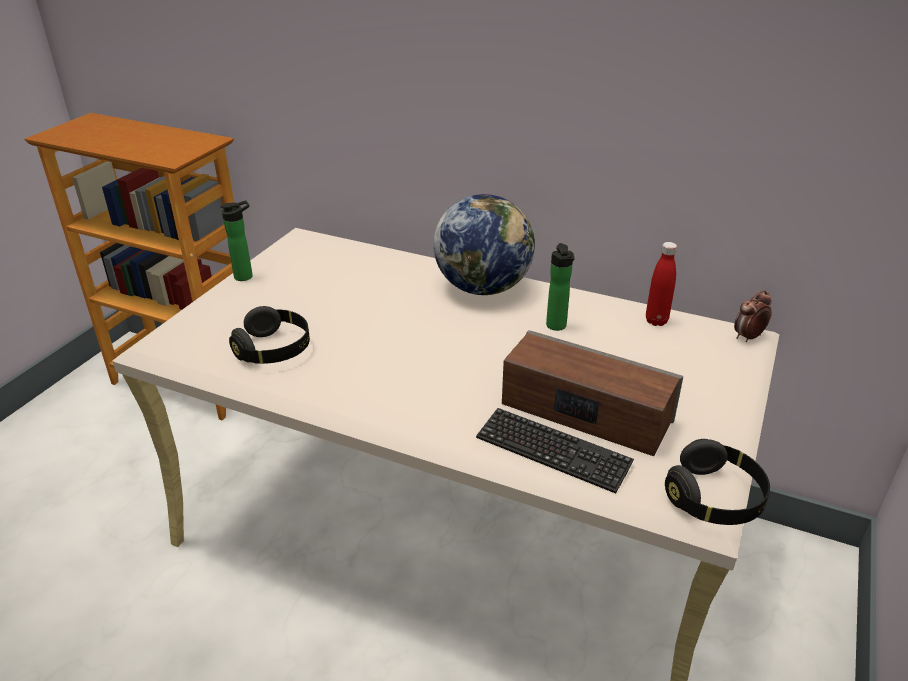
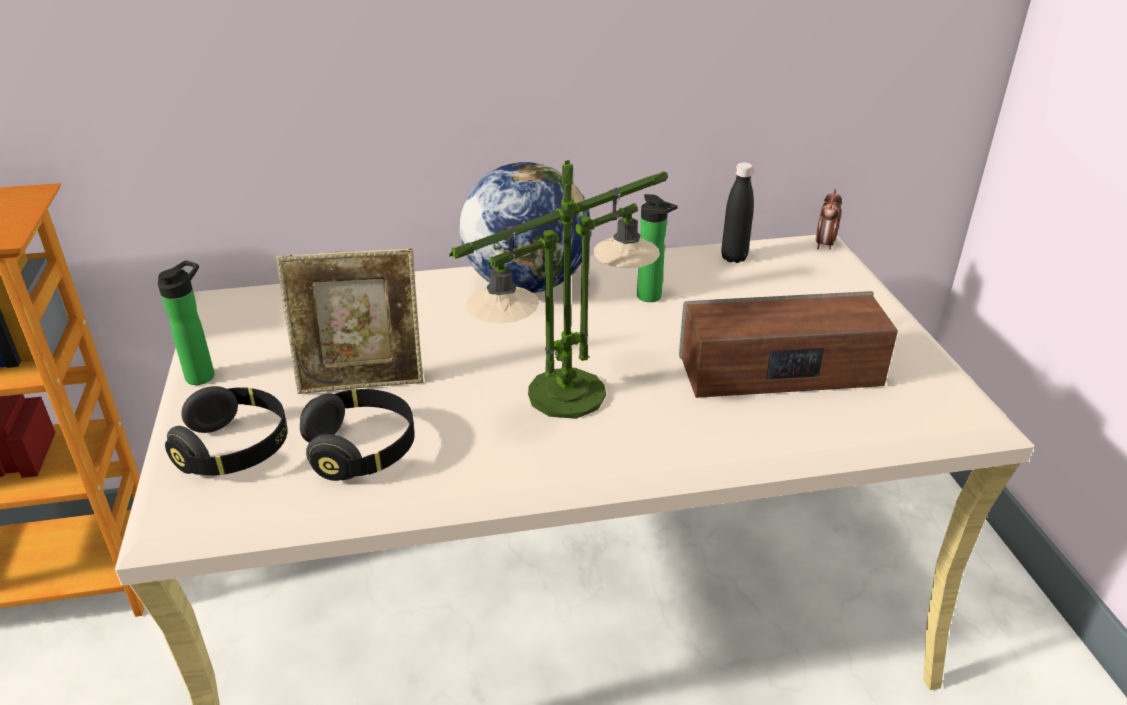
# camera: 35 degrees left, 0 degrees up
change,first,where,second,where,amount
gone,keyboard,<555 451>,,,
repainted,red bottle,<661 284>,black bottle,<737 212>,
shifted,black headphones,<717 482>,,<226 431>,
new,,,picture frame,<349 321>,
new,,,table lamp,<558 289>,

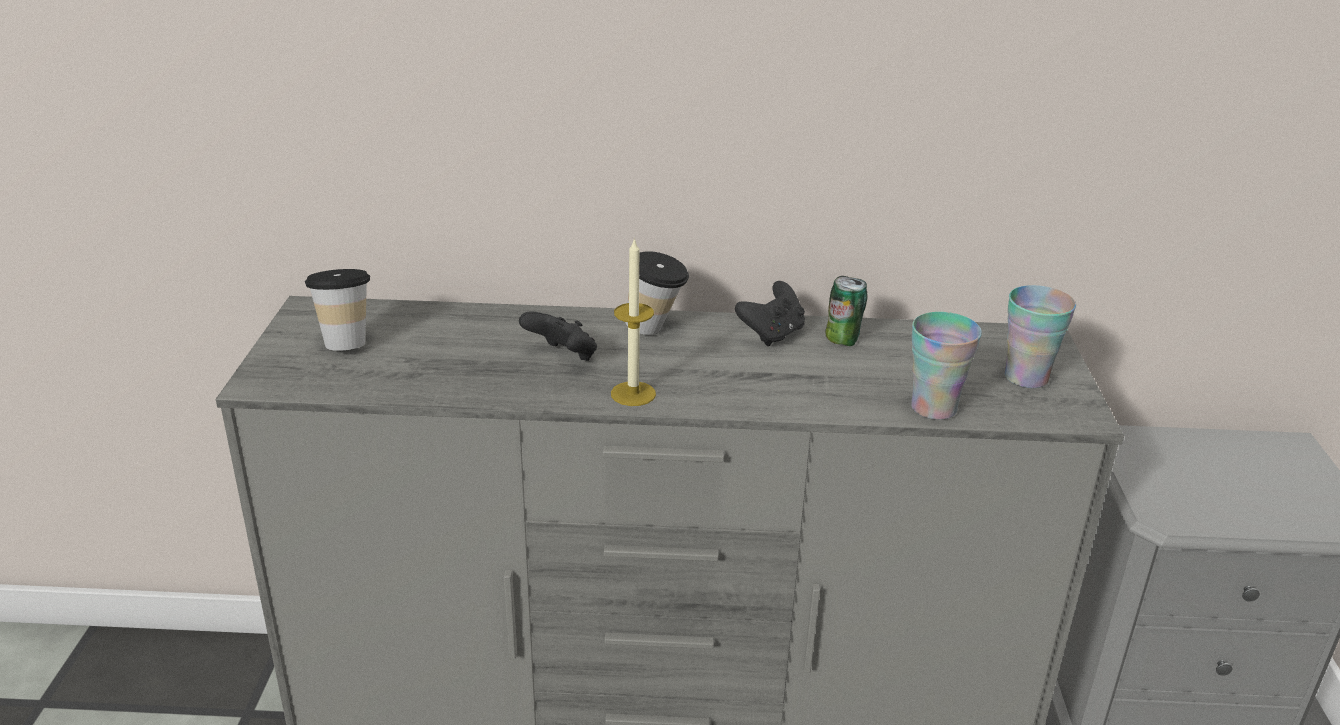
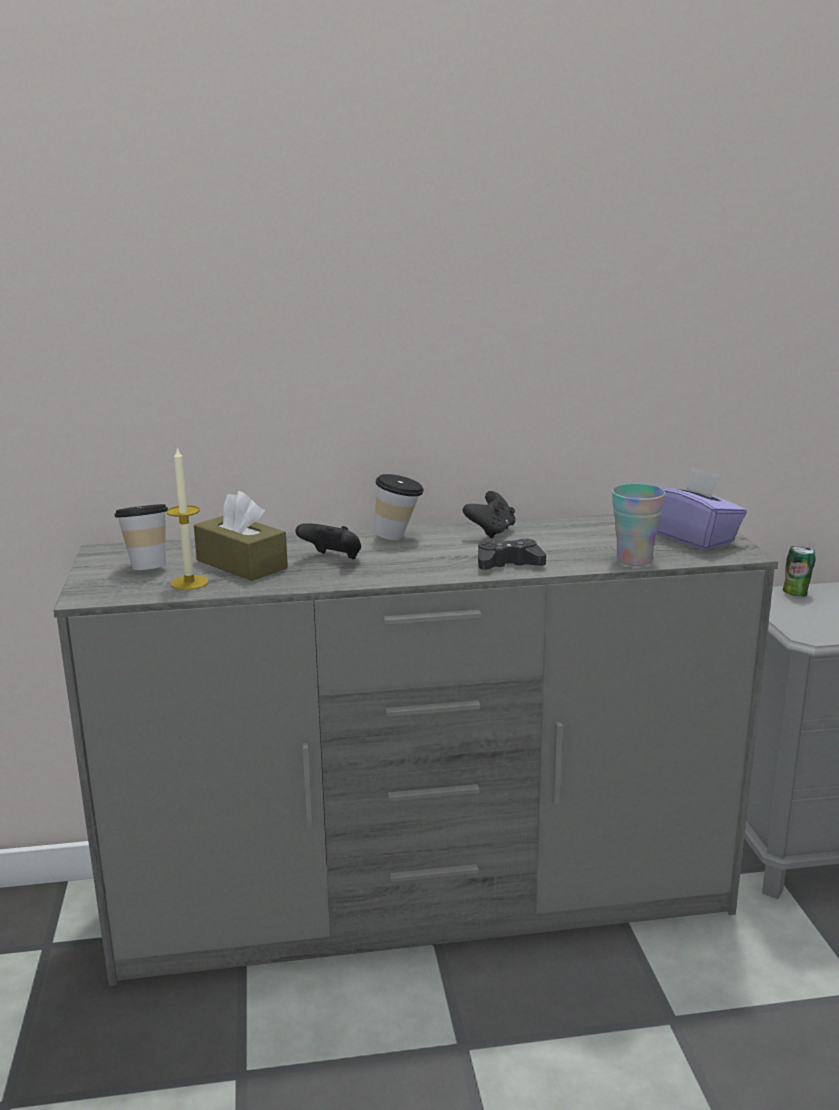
# camera: 10 degrees left, 10 degrees down
change,first,where,second,where,amount
shifted,candle,<633 321>,,<188 518>,
shifted,can,<846 311>,,<799 571>,
swapped,cup,<1040 336>,purple tissue box,<702 508>,
new,,,brown tissue box,<241 536>,
new,,,black game controller,<512 554>,

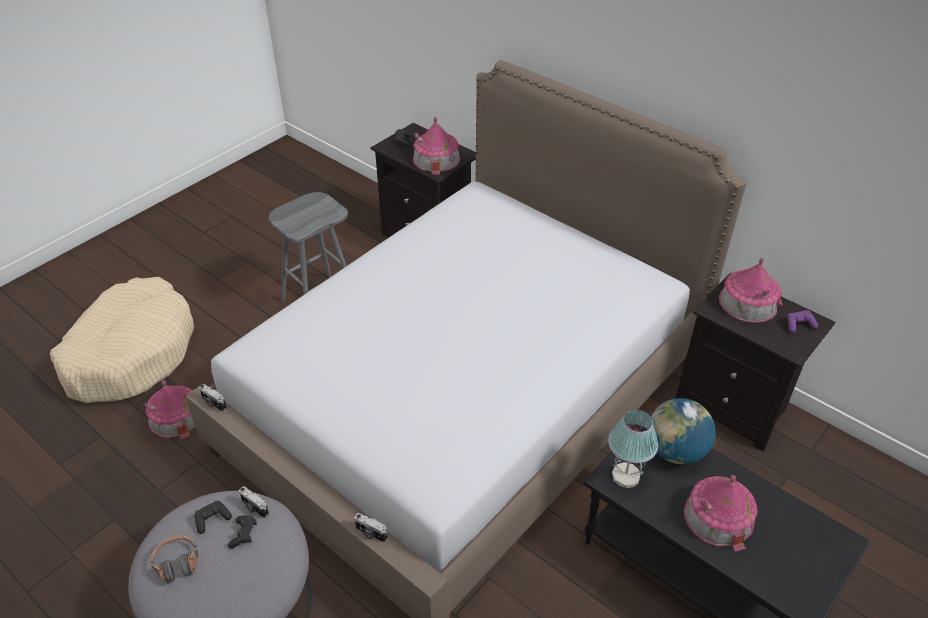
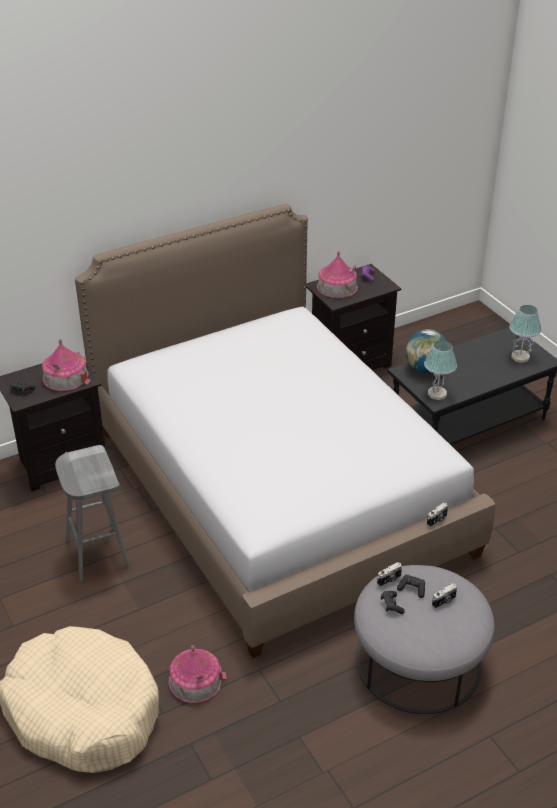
# camera: 70 degrees left, 5 degrees down
change,first,where,second,where,amount
gone,headphones,<174 560>,,,
shifted,photo camera,<213 398>,,<444 596>,
gone,toy house,<721 513>,,,
new,,,table lamp,<525 334>,

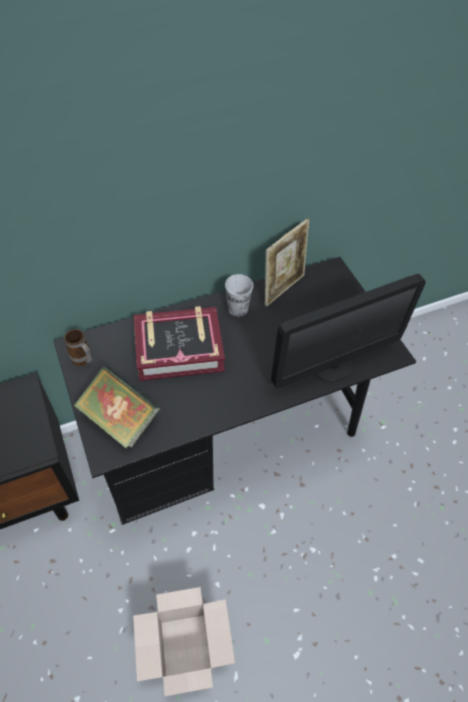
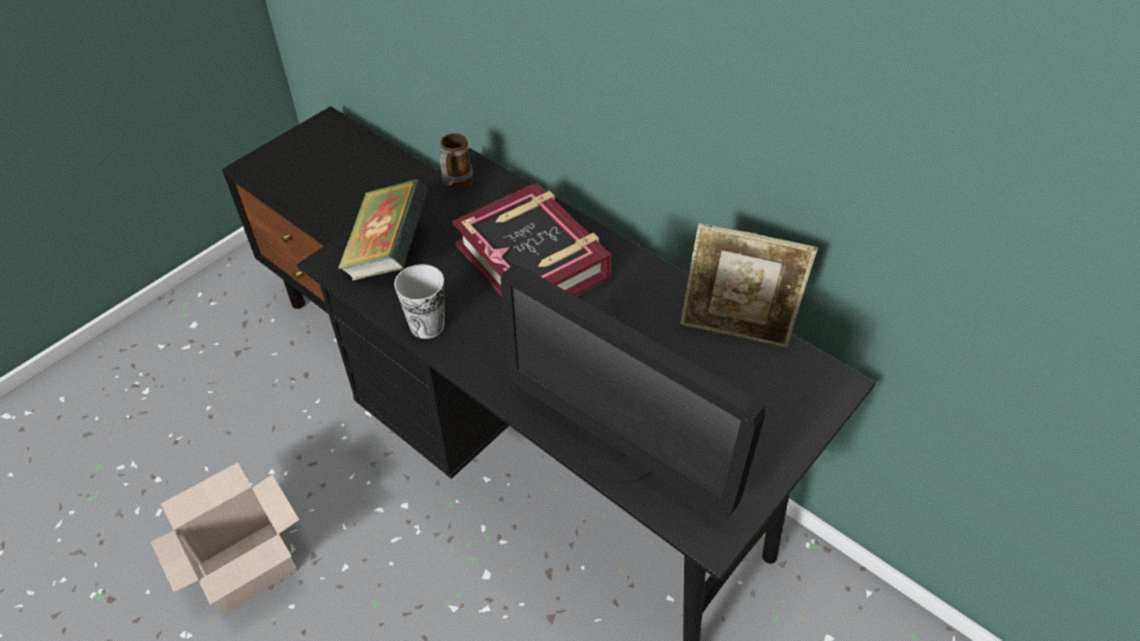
# camera: 65 degrees right, 5 degrees down
change,first,where,second,where,amount
shifted,cup,<239 295>,,<419 301>,

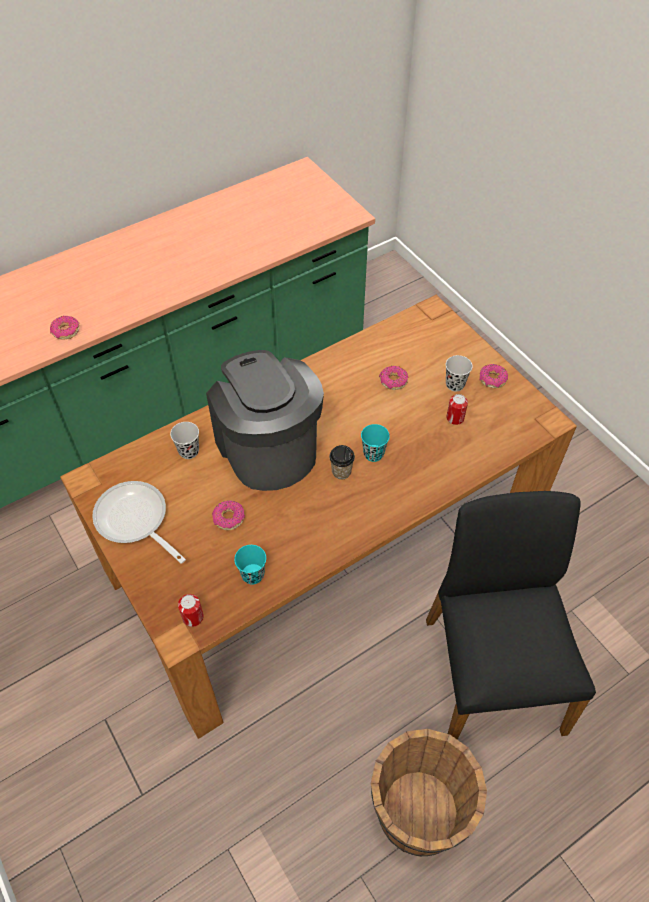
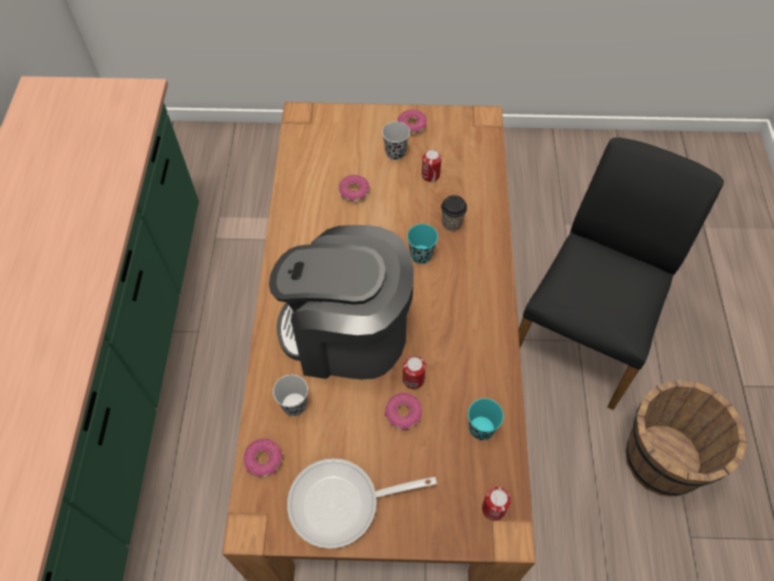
# camera: 55 degrees left, 5 degrees up
change,first,where,second,where,amount
shifted,donut,<65 328>,,<263 458>,
shifted,cup,<342 462>,,<454 213>,
rotated,black chair,<511 615>,,<621 273>,90 degrees clockwise
new,,,can,<414 372>,

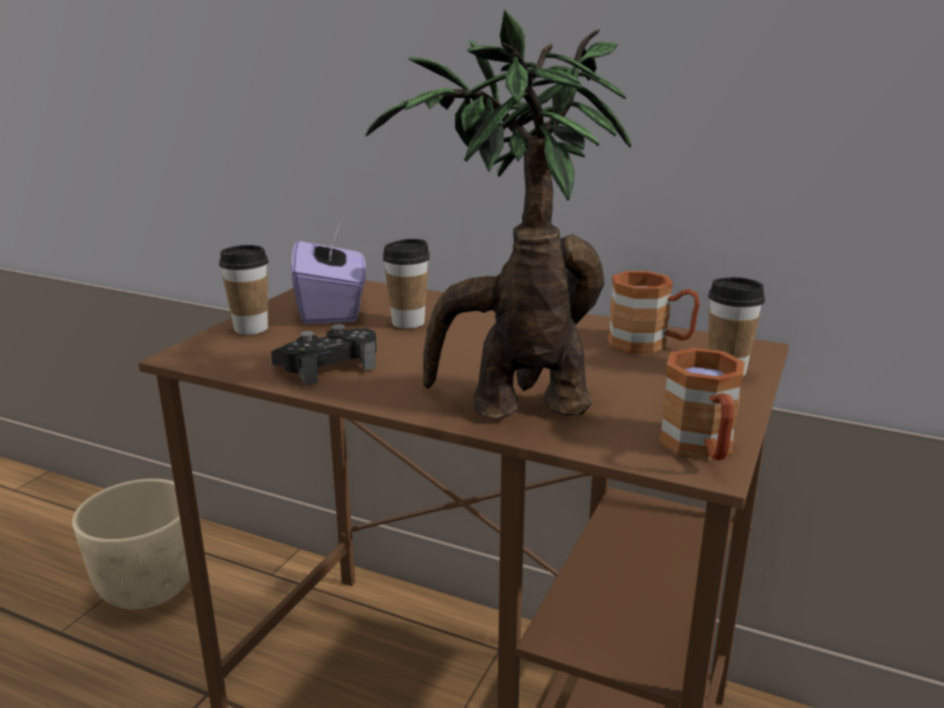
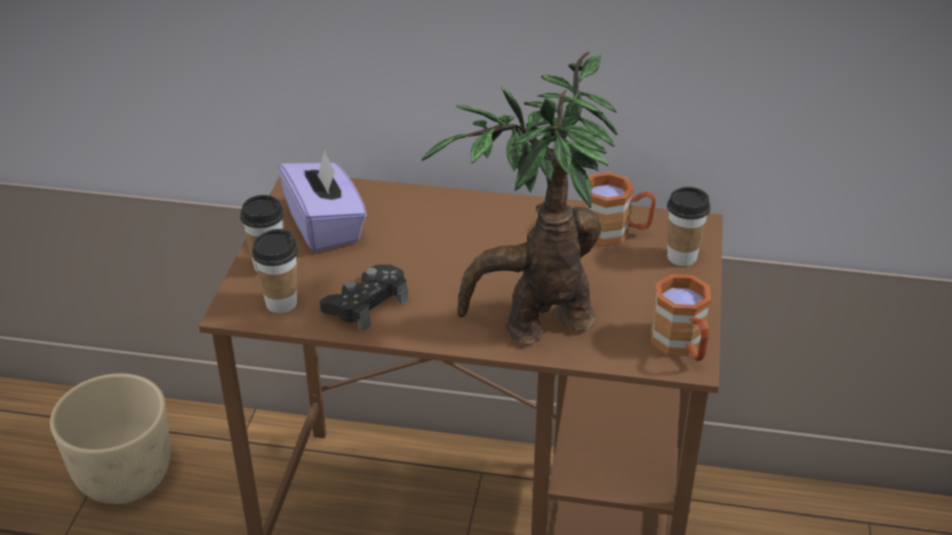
# camera: 15 degrees left, 15 degrees up
change,first,where,second,where,amount
shifted,cup,<406 284>,,<275 271>,

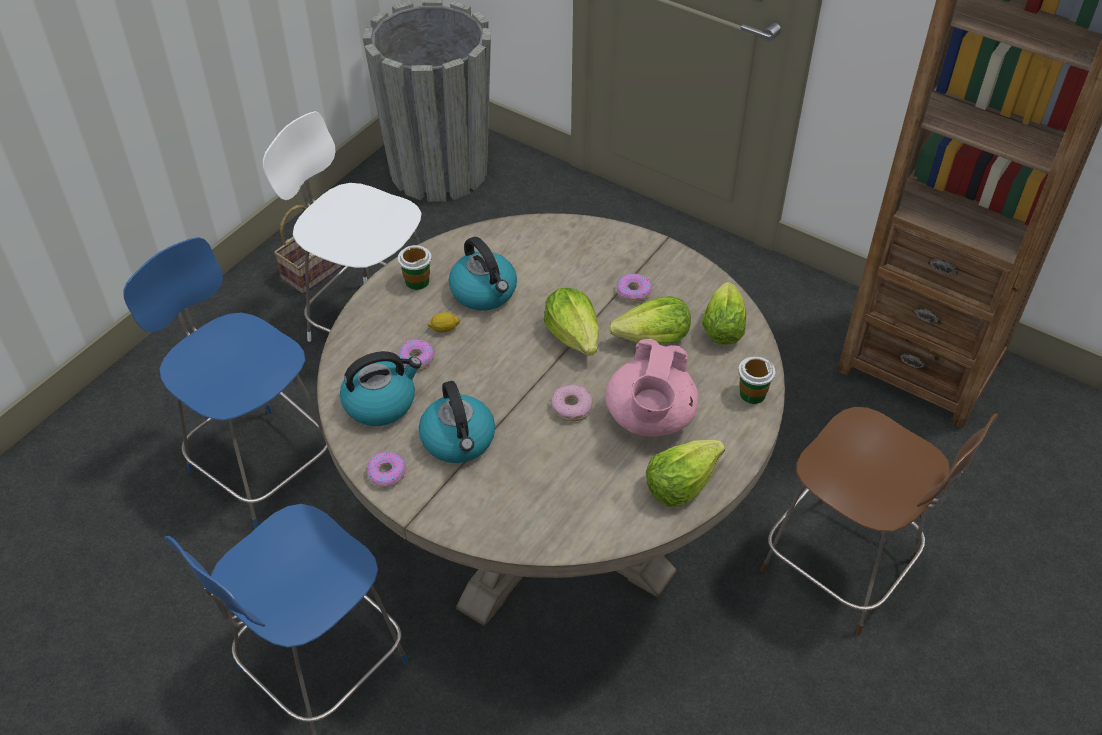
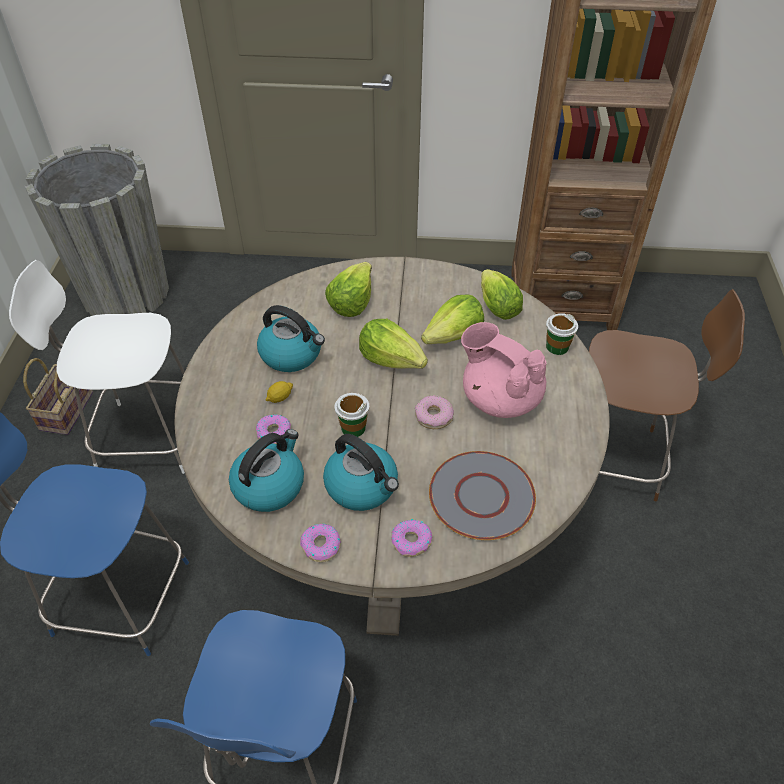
# camera: 30 degrees left, 0 degrees up
change,first,where,second,where,amount
shifted,cup,<415 267>,,<352 415>,
rotated,pink teapot,<652 388>,,<504 370>,150 degrees clockwise
shifted,donut,<634 287>,,<412 538>,
shifted,lettuce,<685 473>,,<348 289>,
new,,,grey plate,<482 495>,

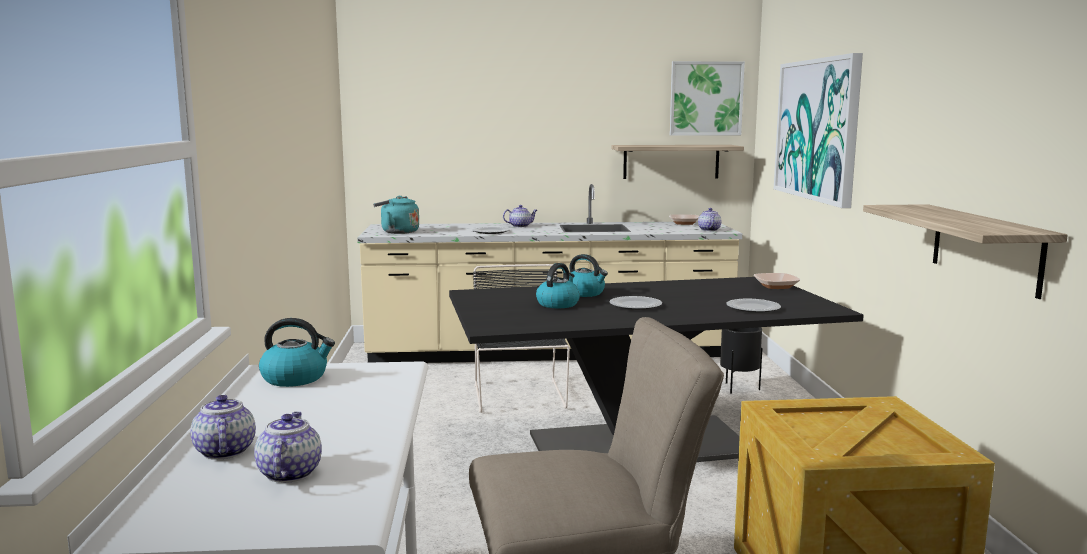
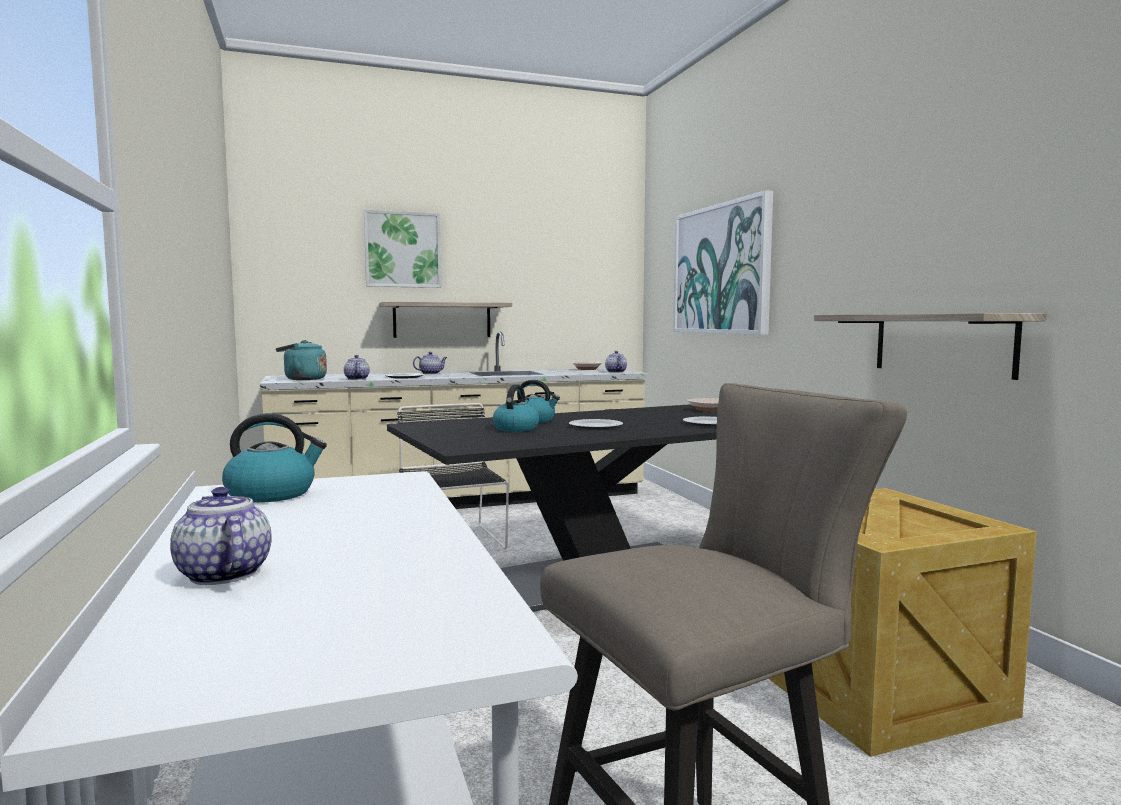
# camera: 15 degrees left, 5 degrees down
change,first,where,second,where,amount
shifted,teapot,<288 447>,,<357 367>,
shifted,shelf,<677 162>,,<445 320>,
shifted,picture,<707 98>,,<402 249>,
gone,black planter,<741 360>,,,

